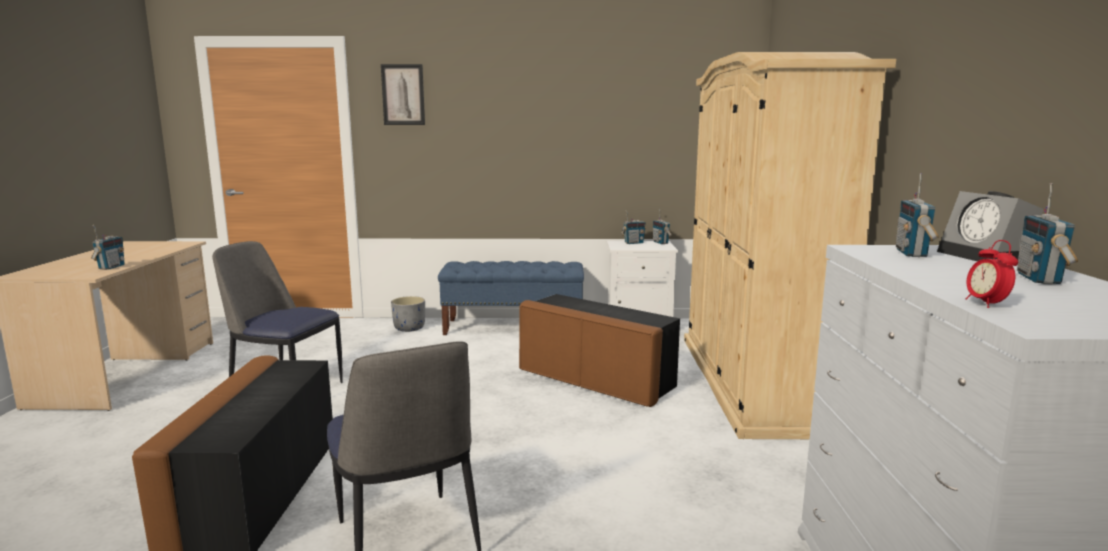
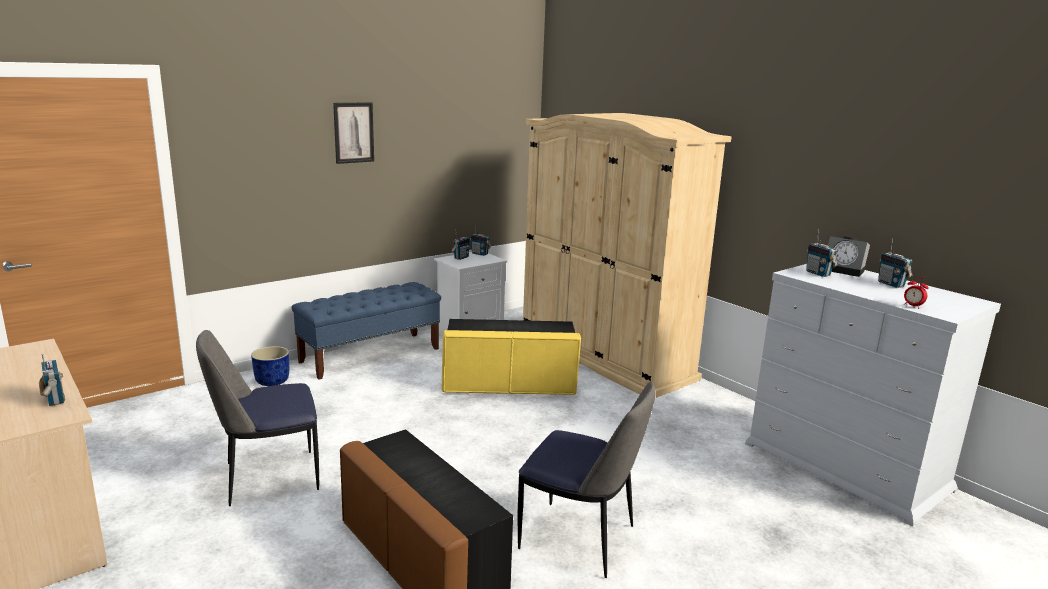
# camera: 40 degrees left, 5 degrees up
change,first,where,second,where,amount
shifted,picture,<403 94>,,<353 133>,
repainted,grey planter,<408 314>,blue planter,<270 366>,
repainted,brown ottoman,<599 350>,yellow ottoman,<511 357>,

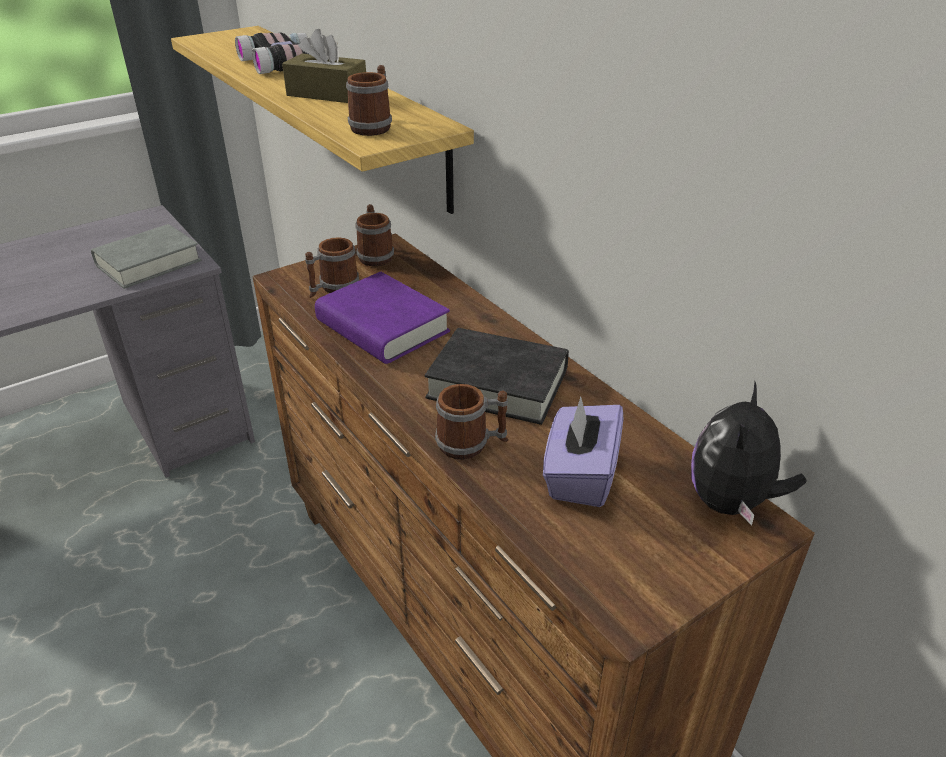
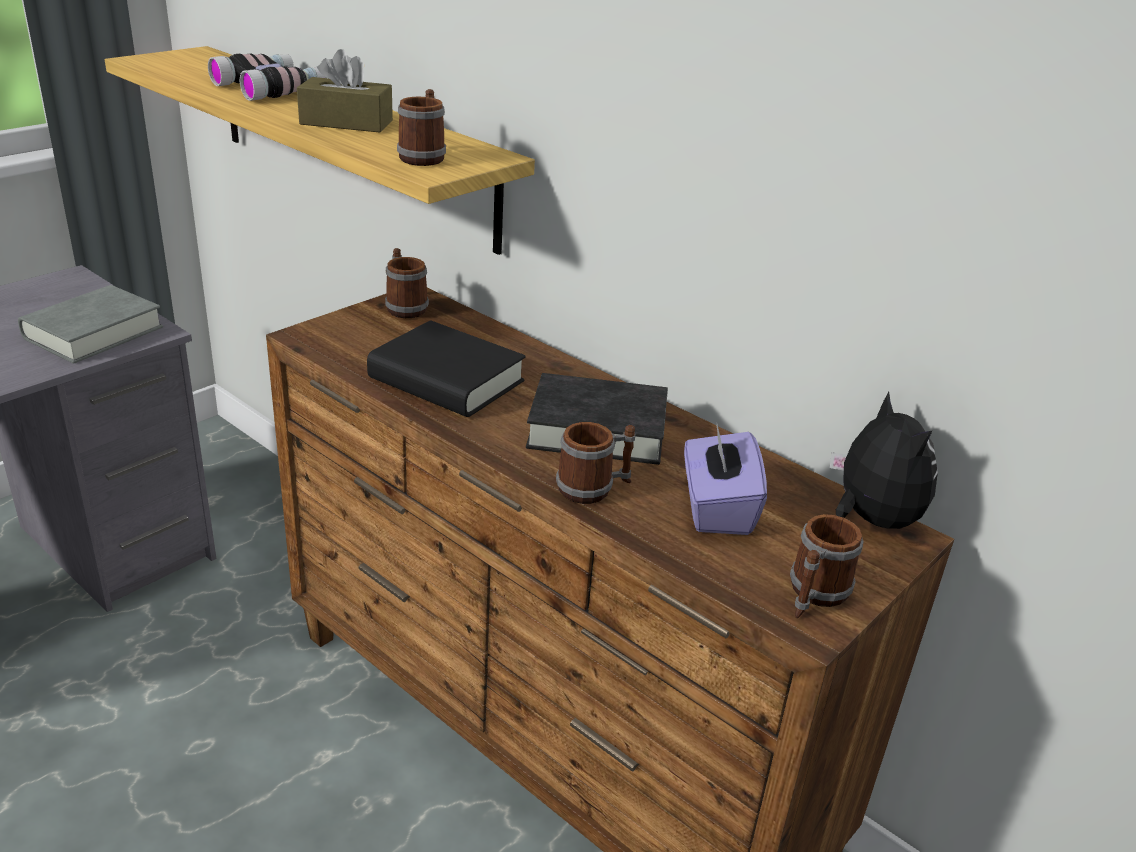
# camera: 15 degrees left, 5 degrees down
change,first,where,second,where,amount
shifted,mug,<332 267>,,<827 566>,
repainted,purple book,<382 318>,black book,<446 368>,
rotated,plush toy,<749 453>,,<884 460>,150 degrees clockwise

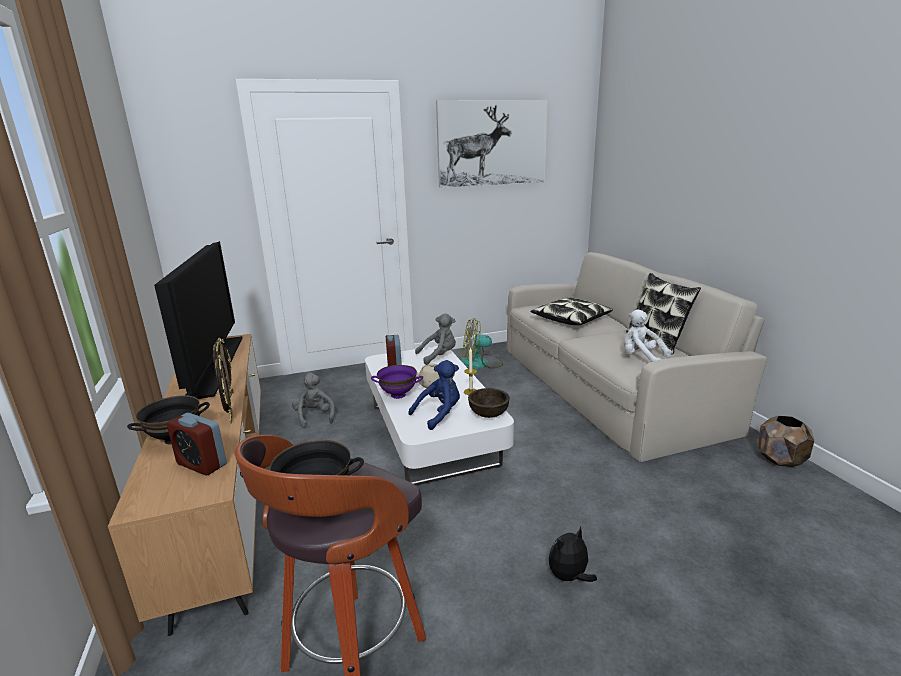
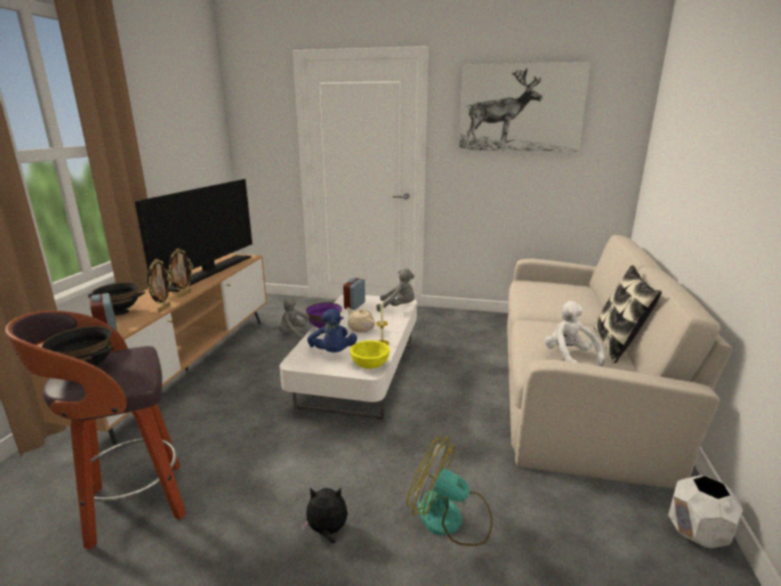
# camera: 30 degrees right, 0 degrees up
change,first,where,second,where,amount
rotated,grey plush toy,<313 400>,,<296 319>,75 degrees counterclockwise
rotated,blue plush toy,<434 395>,,<332 331>,75 degrees clockwise
shifted,fan,<482 343>,,<449 491>,
repainted,brown bowl,<489 403>,yellow bowl,<370 354>,
gone,pillow,<572 311>,,,
repainted,brown planter,<785 441>,white planter,<705 511>,

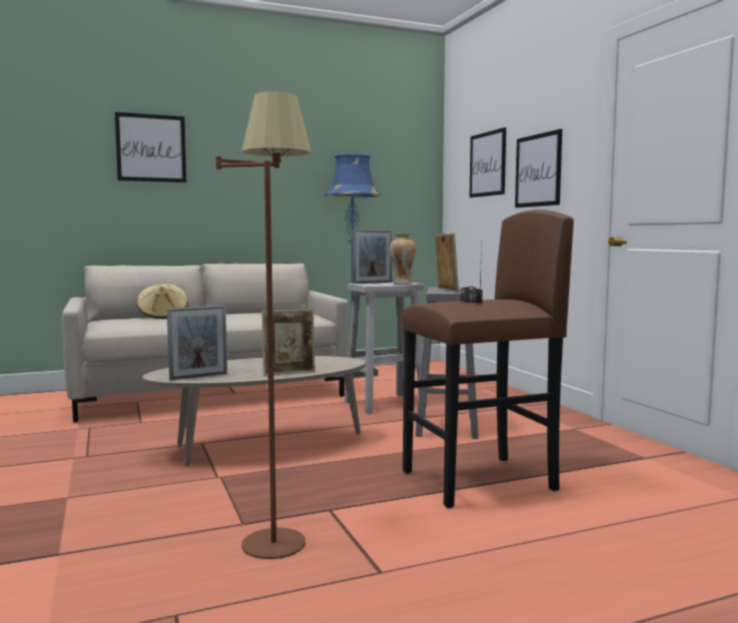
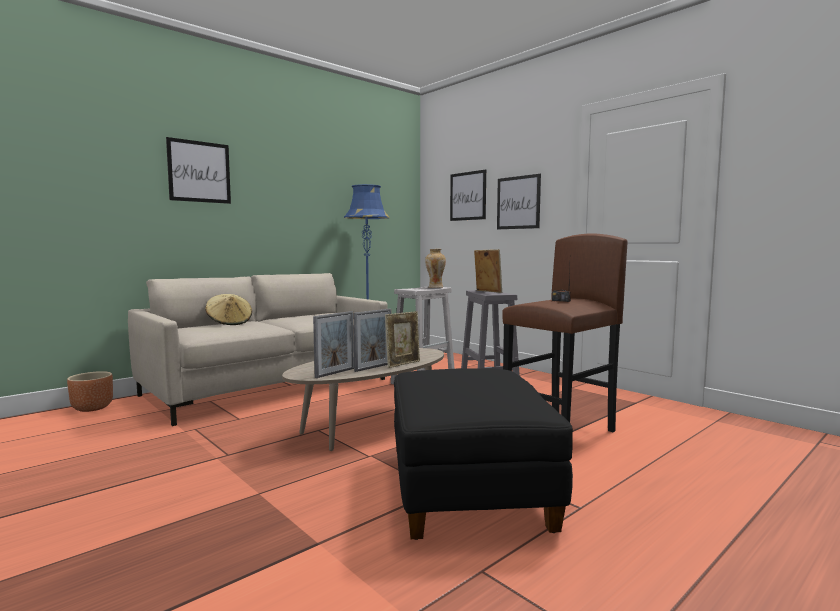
# camera: 20 degrees left, 0 degrees up
change,first,where,second,where,amount
swapped,brown floor lamp,<263 325>,black ottoman,<483 454>,
shifted,picture frame,<372 257>,,<372 340>,
new,,,brown planter,<90 391>,

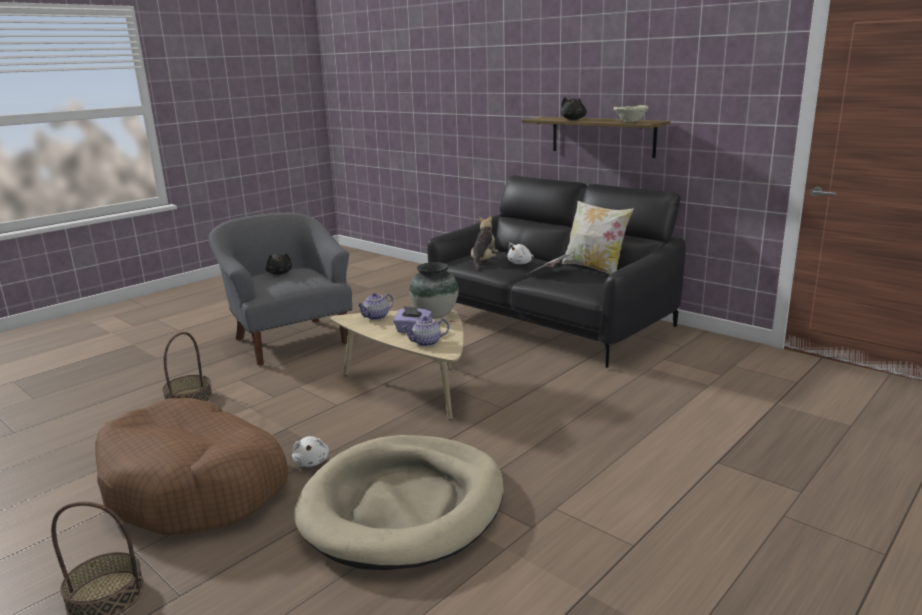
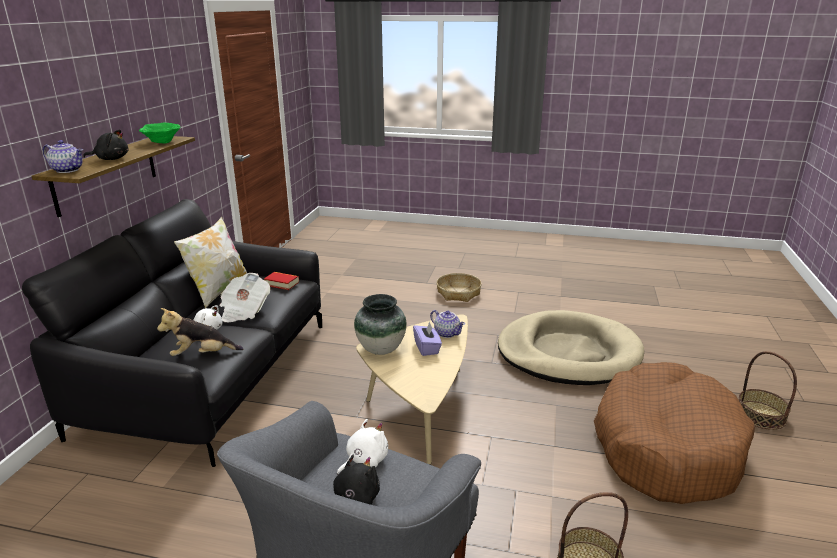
# camera: 120 degrees left, 5 degrees up
change,first,where,second,where,amount
shifted,white plush toy,<310 451>,,<362 447>,
shifted,teapot,<375 306>,,<63 156>,
repainted,beige bowl,<631 113>,green bowl,<159 133>,
new,,,book,<281 281>,
new,,,basket,<459 287>,

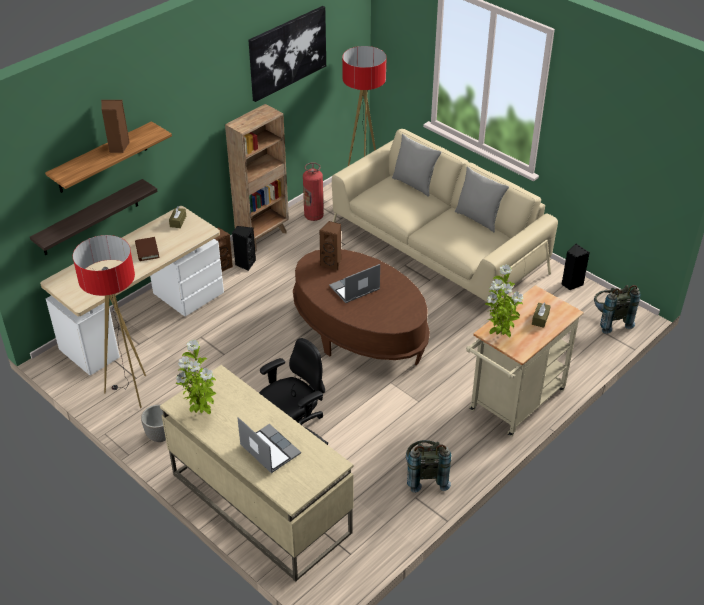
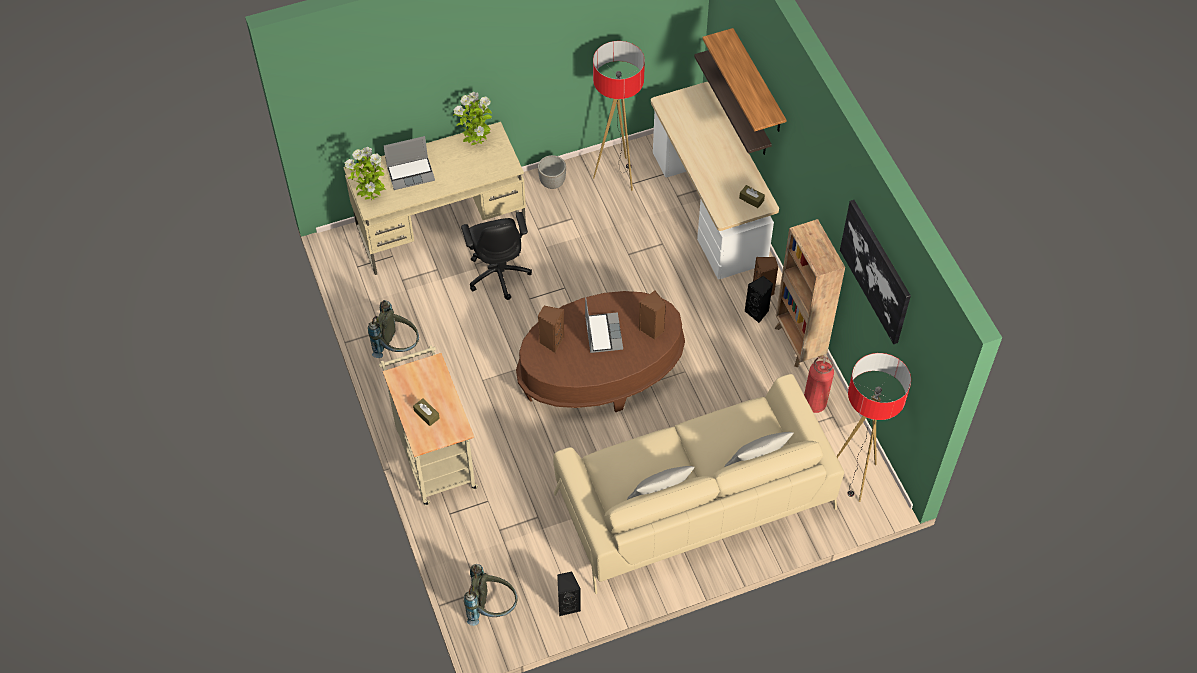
# camera: 115 degrees right, 15 degrees up
change,first,where,second,where,amount
shifted,brown speaker,<115 126>,,<551 329>,
gone,brown book,<147 249>,,,
shifted,potted plant,<504 301>,,<365 173>,

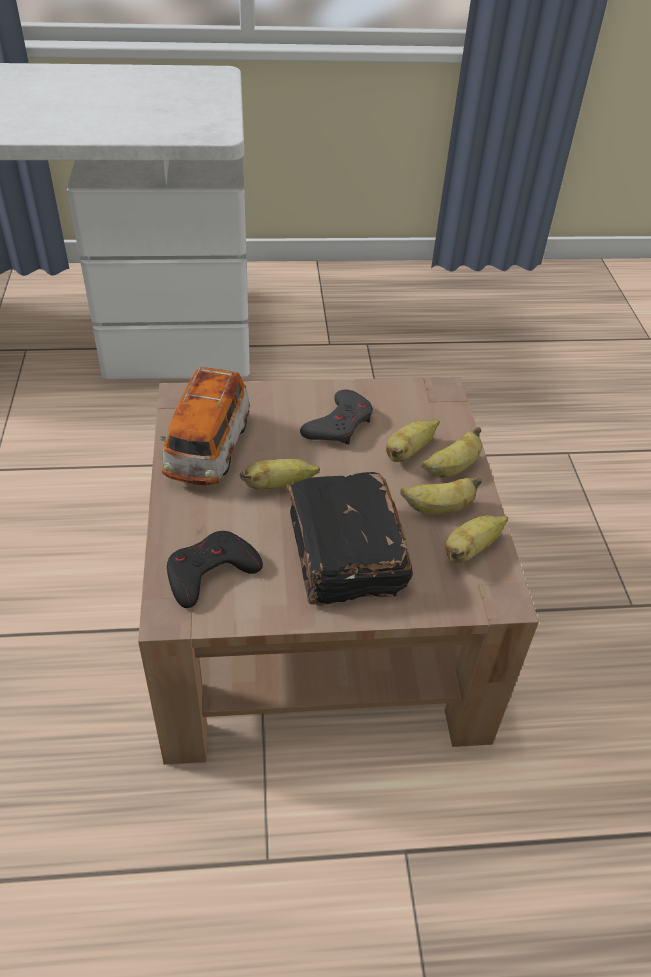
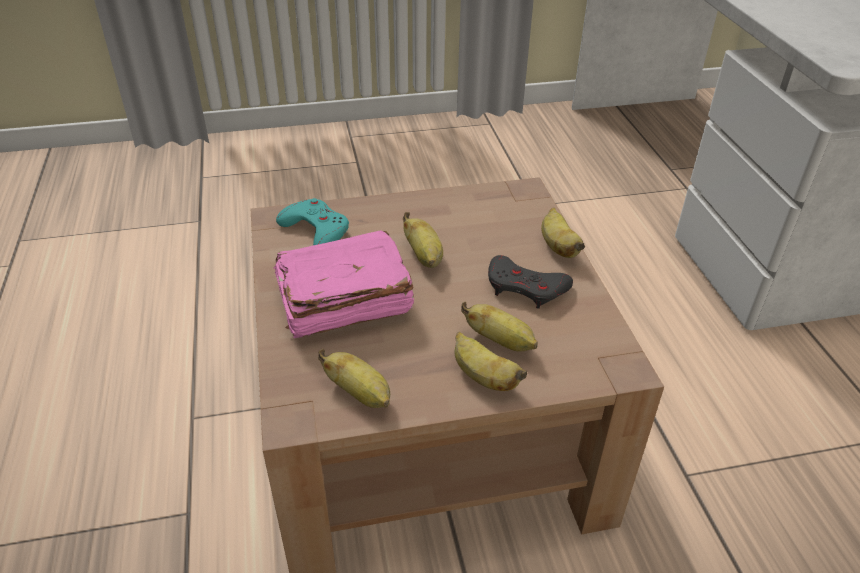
# camera: 85 degrees right, 5 degrees down
change,first,where,second,where,amount
gone,toy car,<205 426>,,,
repainted,black game controller,<215 569>,turquoise game controller,<312 221>,
repainted,black book,<349 539>,pink book,<343 284>,
shifted,banana,<440 495>,,<563 233>,

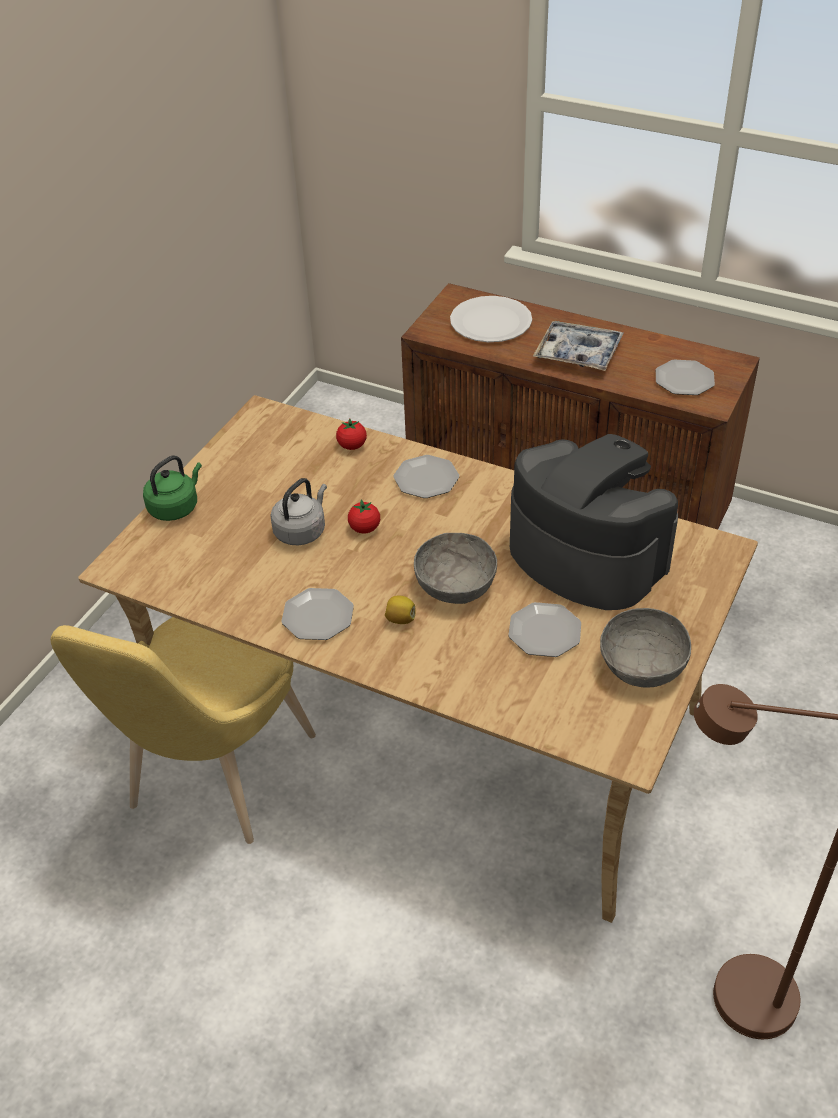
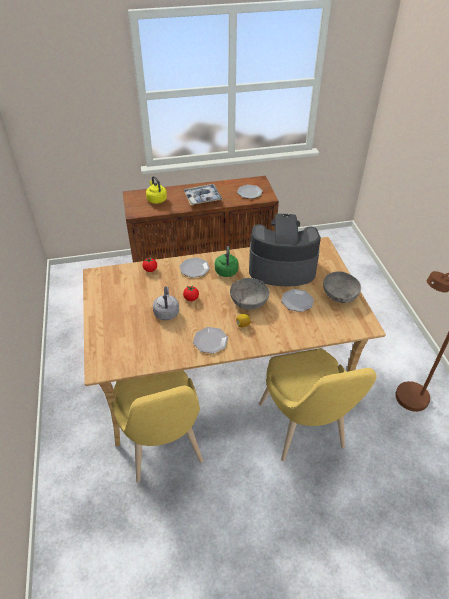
# camera: 40 degrees left, 0 degrees up
change,first,where,second,where,amount
shifted,green kettle,<172 488>,,<227 261>,
swapped,white plate,<491 319>,yellow kettle,<156 190>,
new,,,yellow chair,<318 404>,

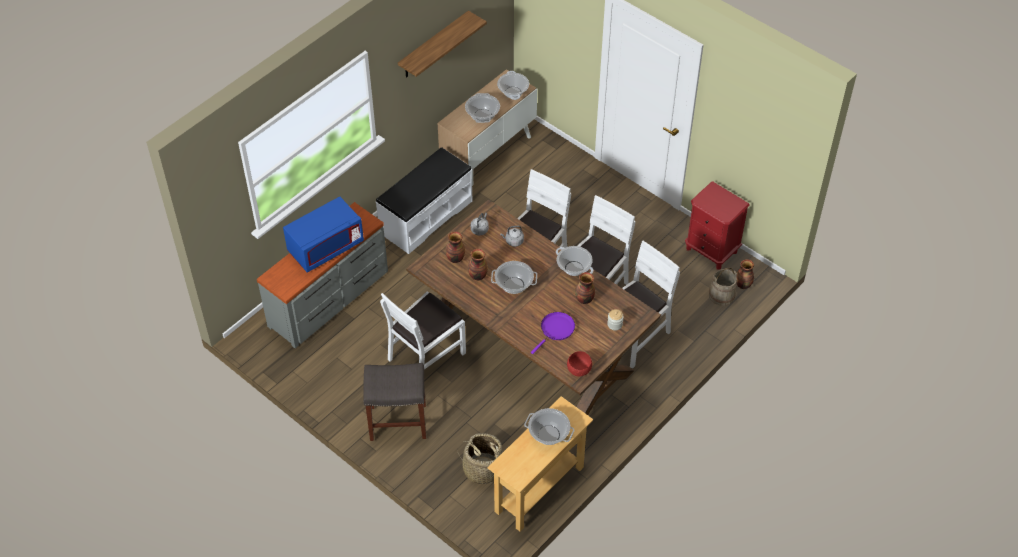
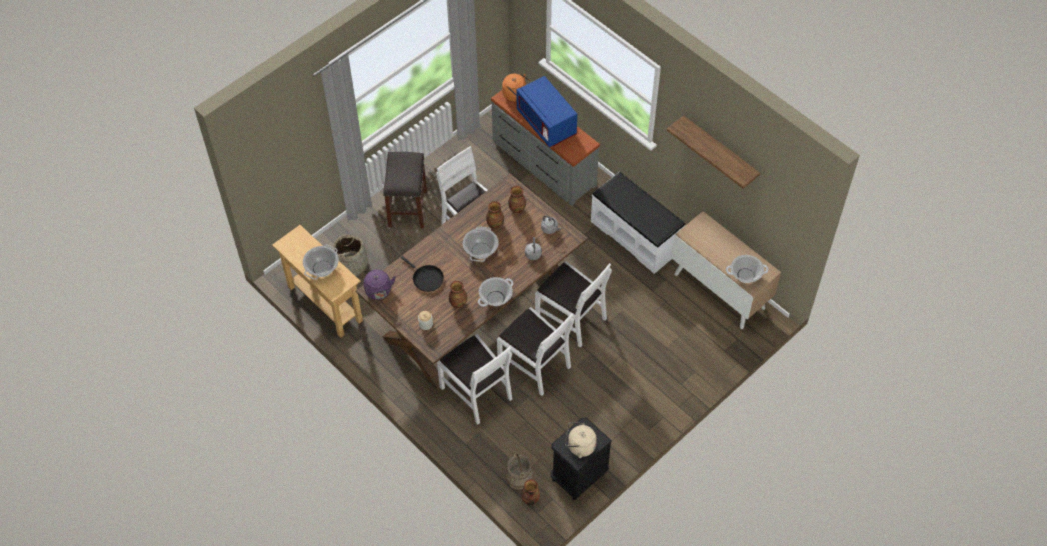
# camera: 95 degrees right, 5 degrees up
change,first,where,second,where,amount
gone,cooking pot,<482 108>,,,
repainted,purple frying pan,<553 333>,black frying pan,<422 274>,
swapped,red bowl,<579 364>,purple kettle,<380 284>,
repainted,red nightstand,<717 225>,black nightstand,<581 459>,
new,,,orange kettle,<516 87>,
new,,,beige kettle,<581 440>,

